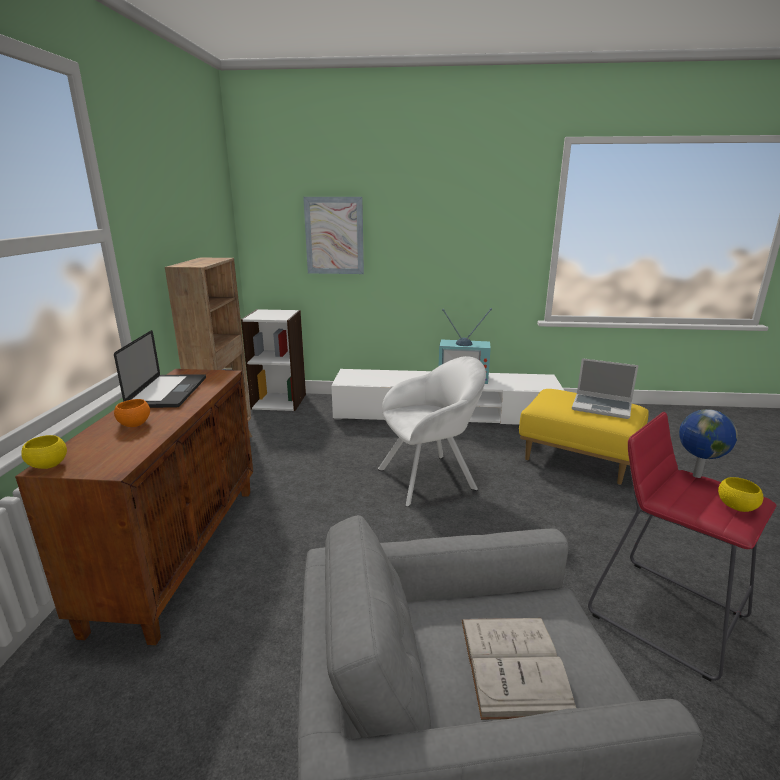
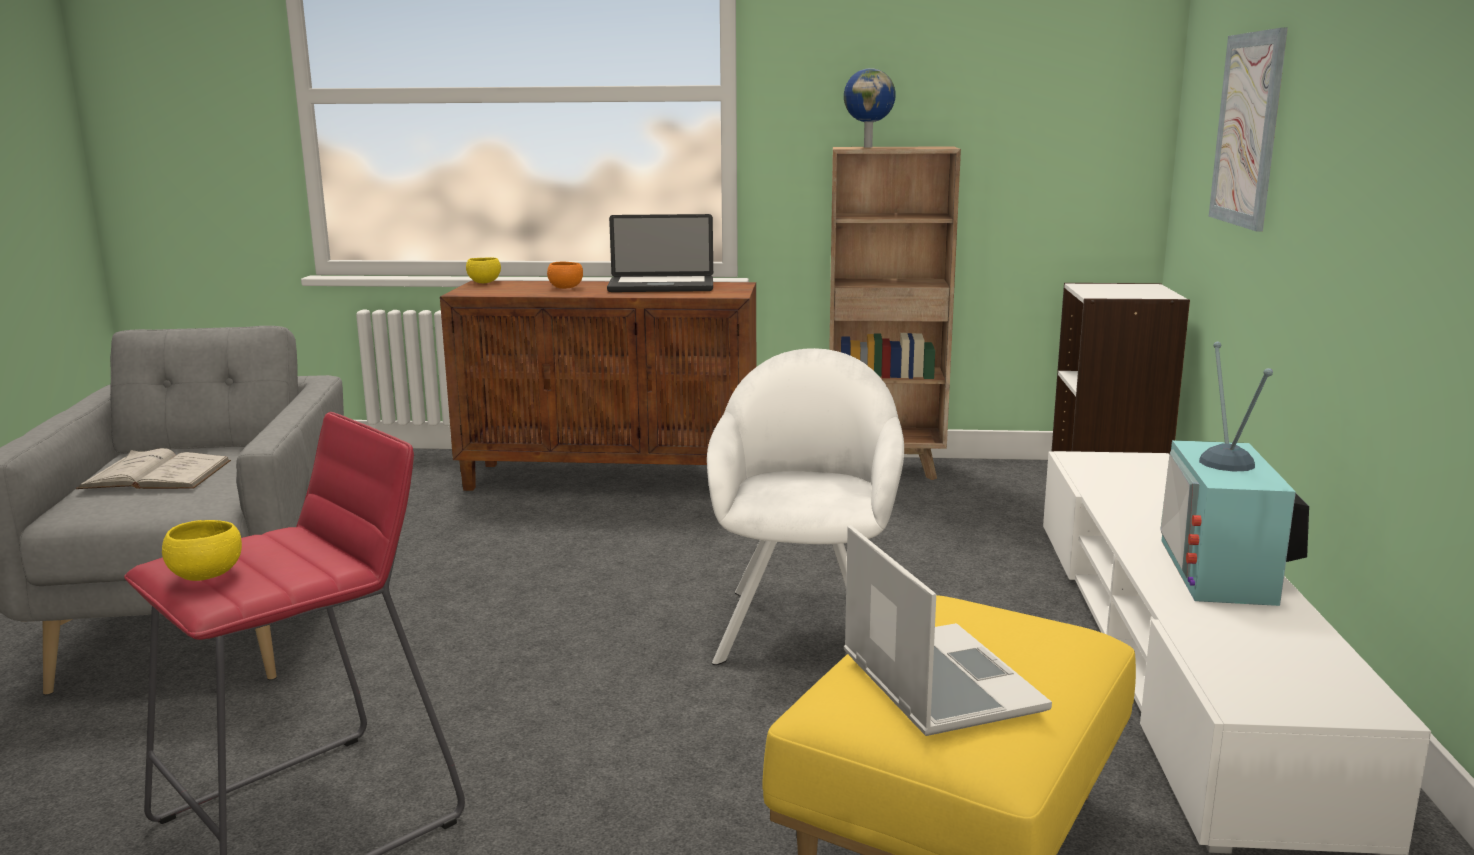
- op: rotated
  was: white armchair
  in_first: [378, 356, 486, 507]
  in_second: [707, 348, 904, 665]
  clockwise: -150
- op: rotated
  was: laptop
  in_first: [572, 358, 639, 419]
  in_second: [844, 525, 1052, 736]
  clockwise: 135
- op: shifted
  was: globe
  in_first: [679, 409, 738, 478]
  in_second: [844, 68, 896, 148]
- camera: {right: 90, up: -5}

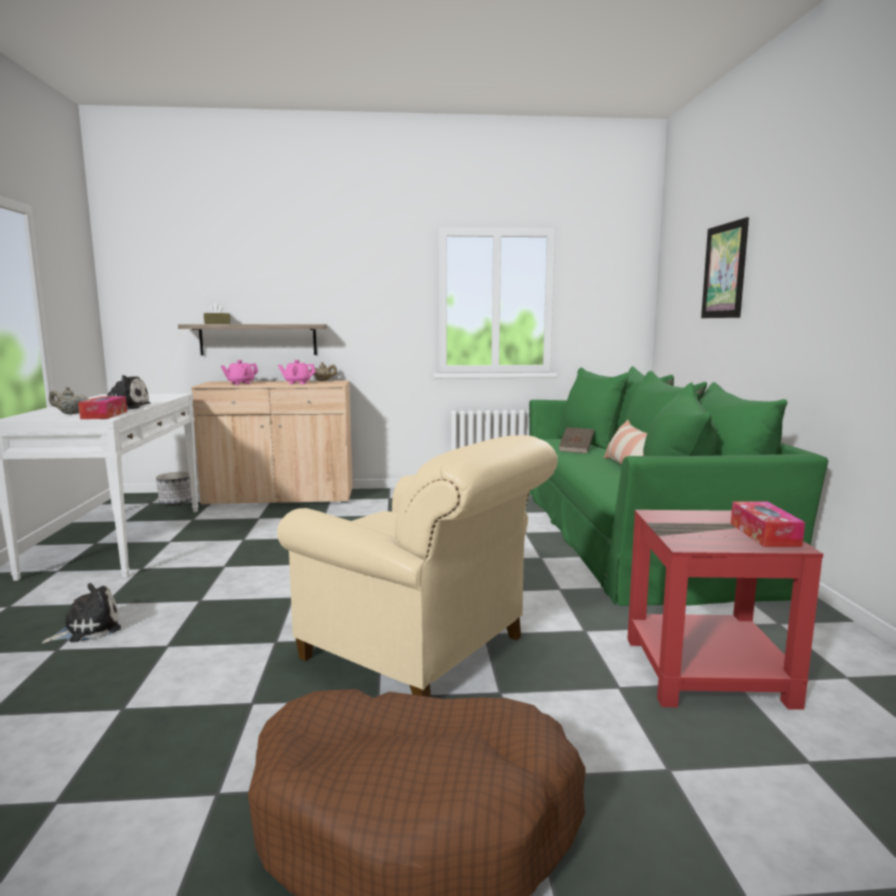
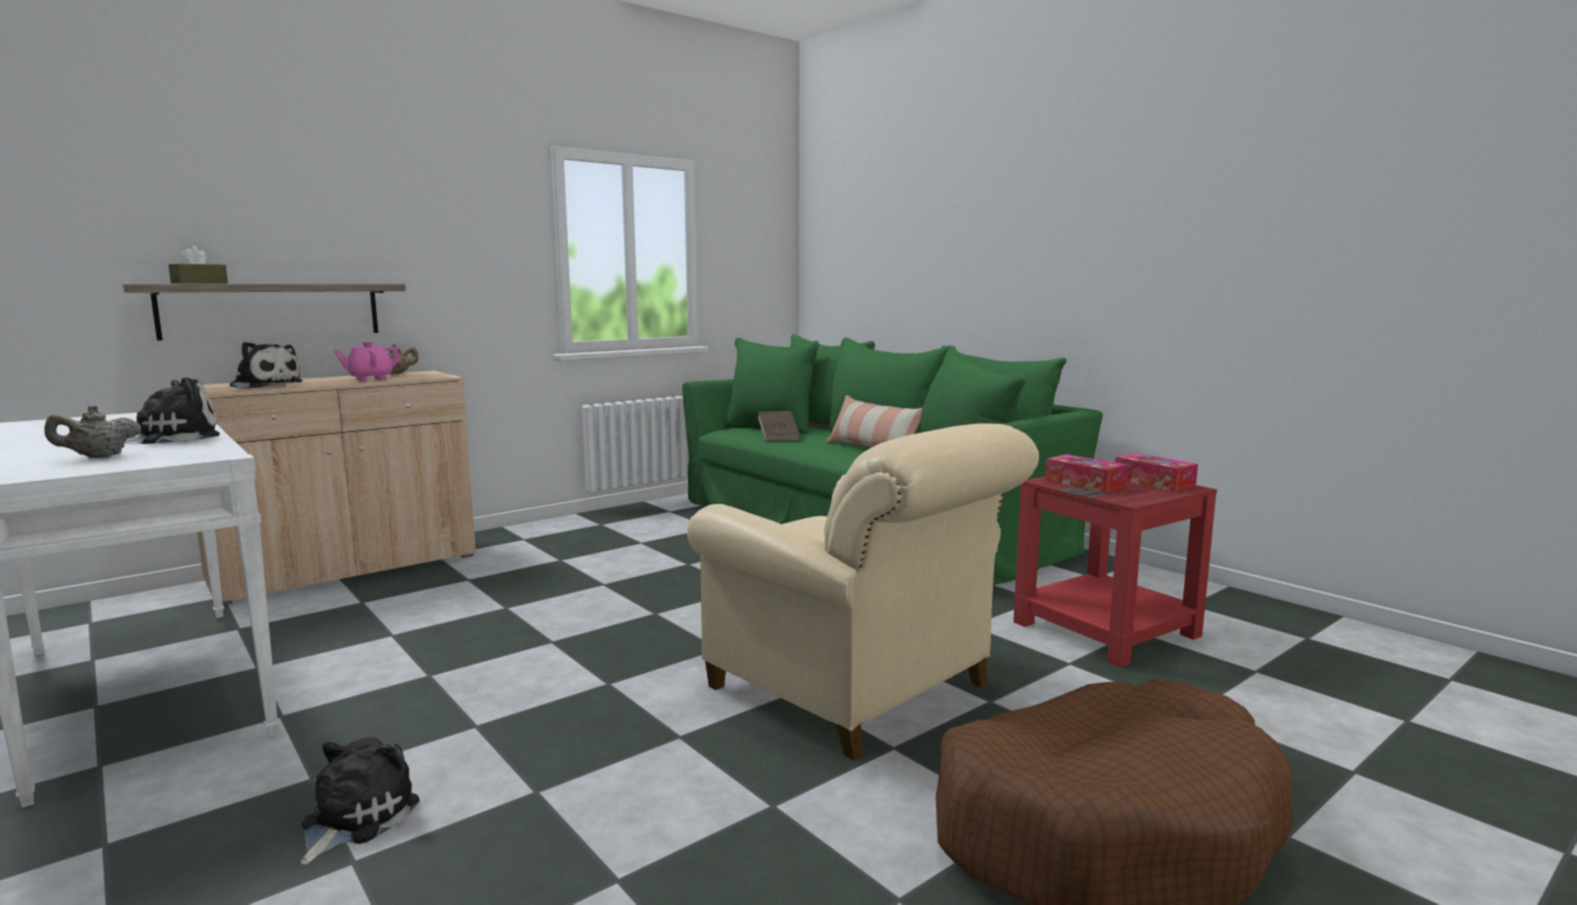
- op: gone
  was: picture
  in_first: [701, 217, 749, 318]
- op: swapped
  was: pink teapot
  now: plush toy
  in_first: [221, 360, 258, 385]
  in_second: [230, 342, 303, 389]
- op: shifted
  was: tissue box
  in_first: [78, 396, 127, 419]
  in_second: [1045, 454, 1127, 493]
- op: rotated
  was: beige armchair
  in_first: [277, 435, 558, 697]
  in_second: [687, 423, 1039, 760]
  clockwise: 45
- op: gone
  was: planter
  in_first: [156, 472, 192, 505]
- camera: {right: -35, up: 0}

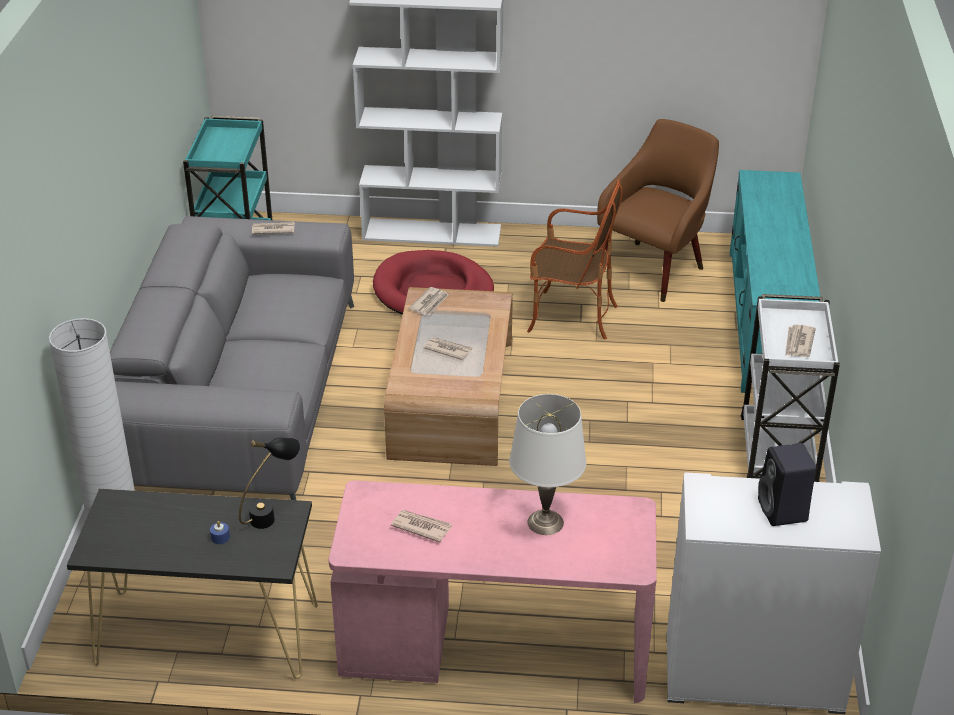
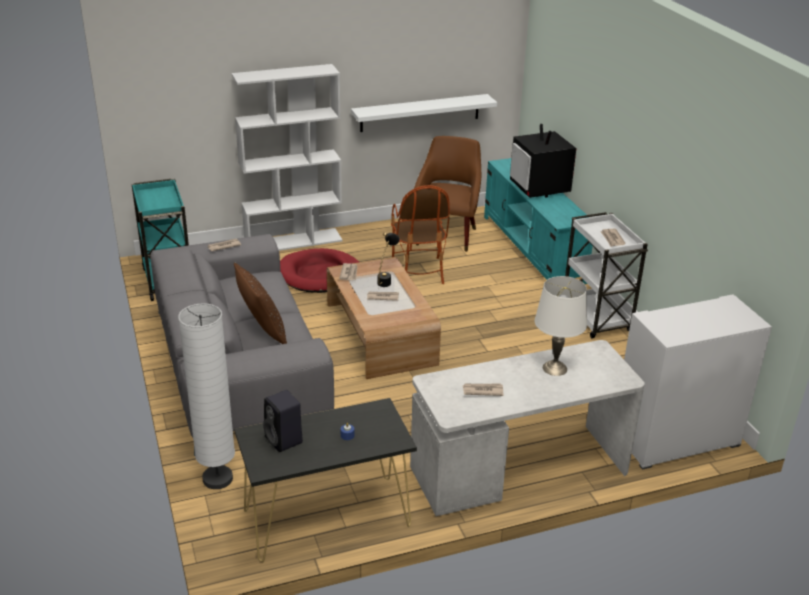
- op: rotated
  was: armchair
  in_first: [527, 179, 623, 339]
  in_second: [391, 185, 450, 284]
  clockwise: 90
- op: shifted
  was: black table lamp
  in_first: [239, 438, 300, 529]
  in_second: [377, 232, 400, 287]
- op: shifted
  was: black speaker
  in_first: [758, 443, 816, 526]
  in_second: [263, 390, 303, 452]
- op: repainted
  was: pink desk
  now: white desk
  in_first: [329, 480, 657, 703]
  in_second: [410, 340, 645, 516]
- op: new
  now: white shelf
  in_second: [351, 94, 497, 132]
- op: new
  now: television
  in_second: [510, 124, 576, 198]
- op: new
  now: brown pillow
  in_second: [234, 262, 287, 344]
- camera: {right: -25, up: -5}

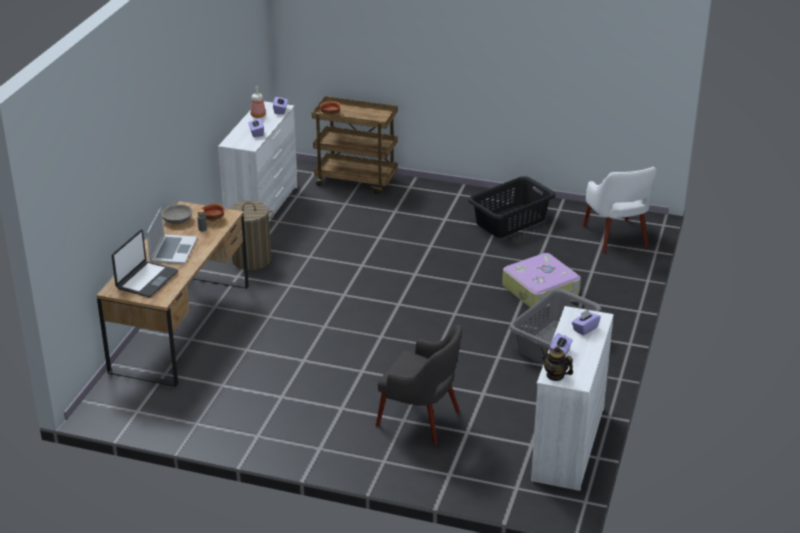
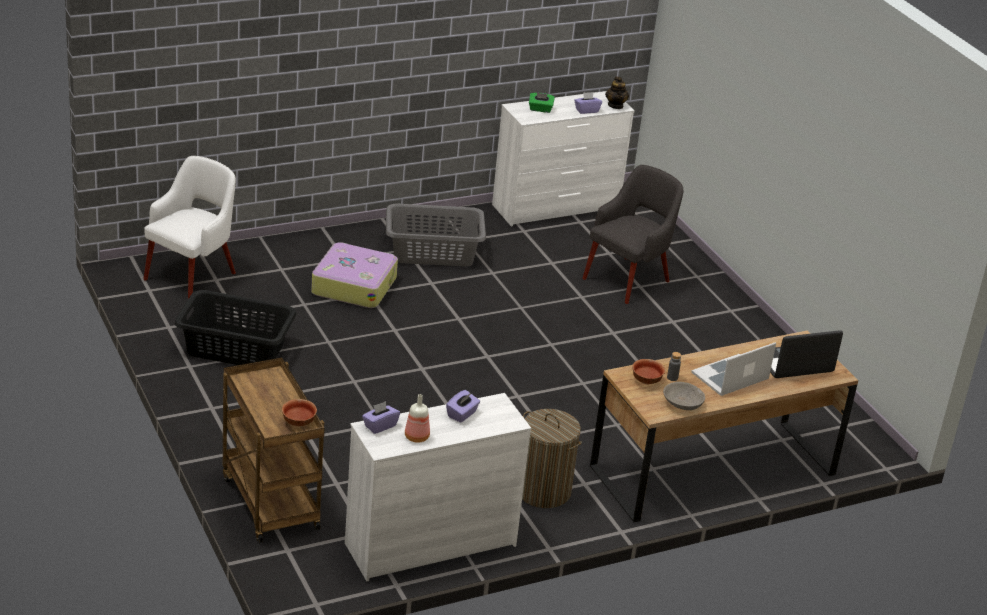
- op: repainted
  was: purple tissue box
  now: green tissue box
  in_first: [572, 309, 601, 335]
  in_second: [529, 93, 555, 113]
- op: rotated
  was: grey armchair
  in_first: [376, 325, 462, 445]
  in_second: [582, 165, 684, 304]
  clockwise: 60
- camera: {right: -135, up: 0}

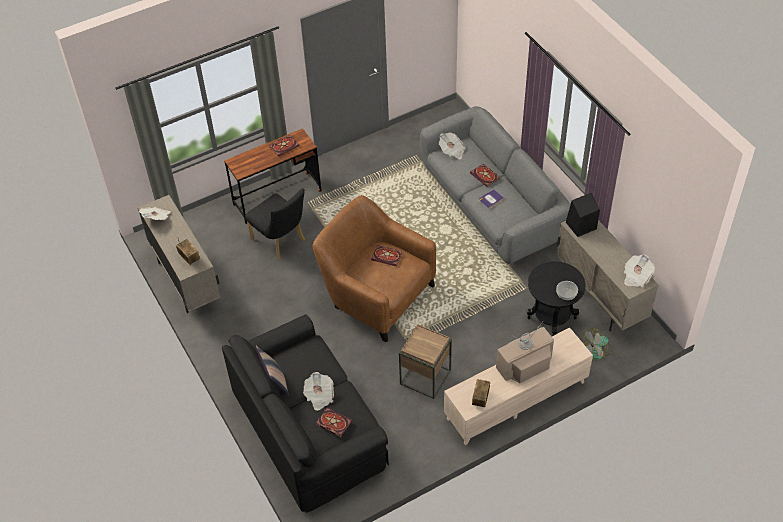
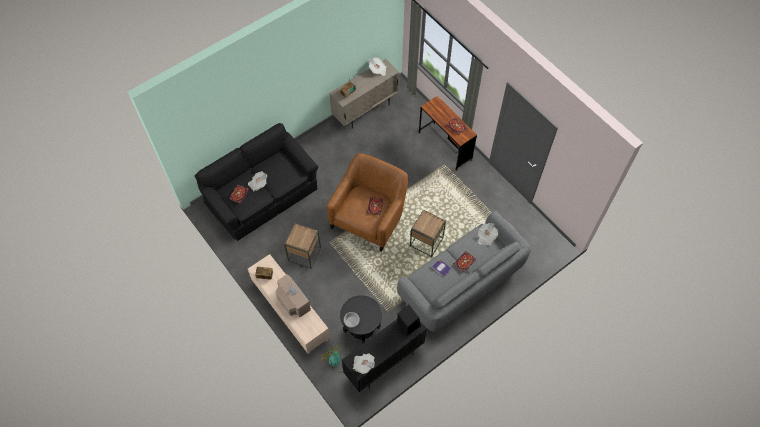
- op: gone
  was: black chair
  in_first: [245, 188, 305, 259]
- op: repainted
  was: beige cabinet
  now: black cabinet
  in_first: [556, 220, 659, 331]
  in_second: [342, 319, 426, 392]
- op: gone
  was: pillow
  in_first: [256, 346, 289, 396]
- op: new
  now: brown side table
  in_second: [410, 210, 446, 257]
- camera: {right: 80, up: 10}

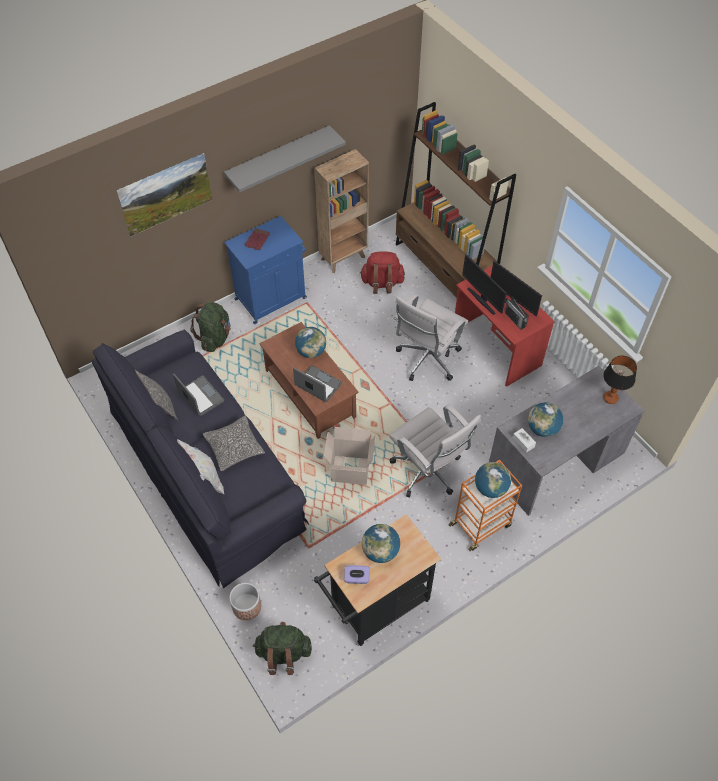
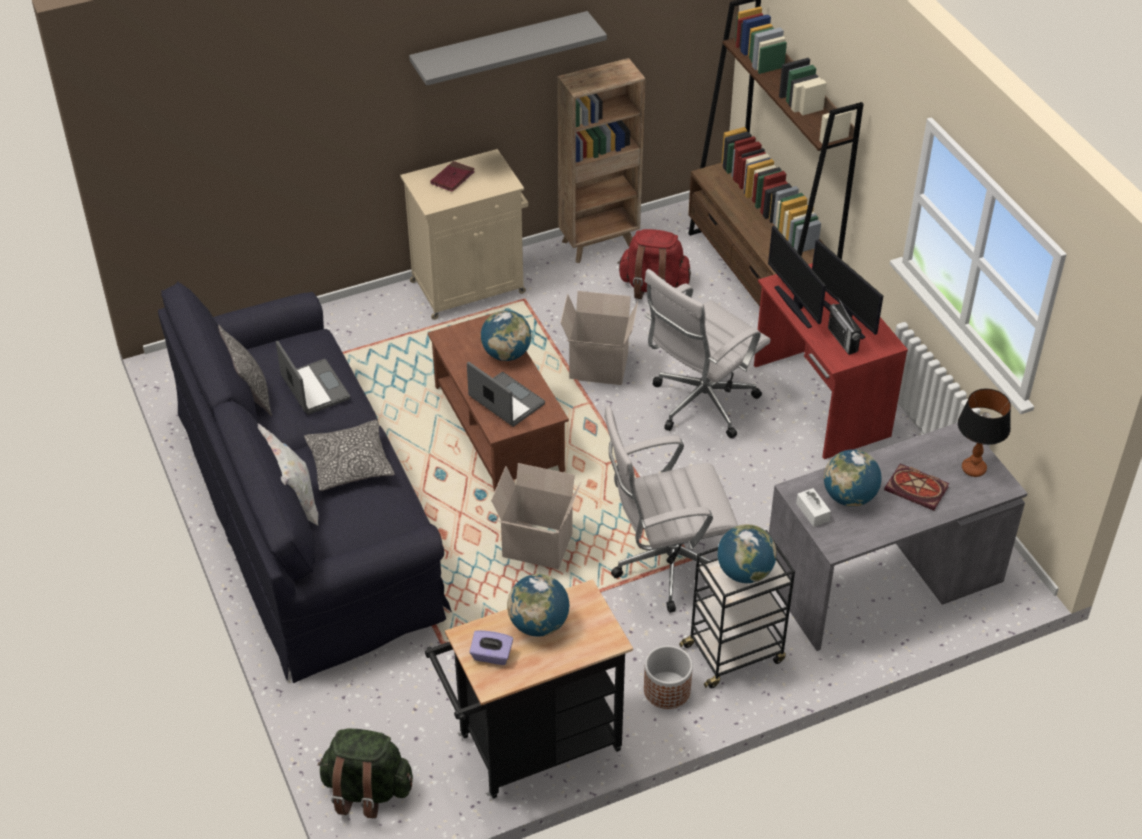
- op: gone
  was: picture
  in_first: [117, 153, 212, 237]
- op: repainted
  was: blue cabinet
  now: beige cabinet
  in_first: [224, 216, 307, 324]
  in_second: [400, 149, 528, 320]
- op: gone
  was: green backpack
  in_first: [190, 302, 231, 352]
- op: rotated
  was: white office chair
  in_first: [389, 404, 481, 497]
  in_second: [604, 406, 738, 613]
  clockwise: 105
- op: repainted
  was: orange cart
  now: black cart
  in_first: [448, 460, 522, 551]
  in_second: [679, 530, 795, 688]
- op: shifted
  was: planter
  in_first: [229, 583, 261, 620]
  in_second: [644, 645, 693, 709]
- op: new
  now: cardboard box
  in_second: [560, 291, 638, 385]
- op: new
  now: book
  in_second: [884, 463, 949, 511]
- camera: {right: 10, up: -10}

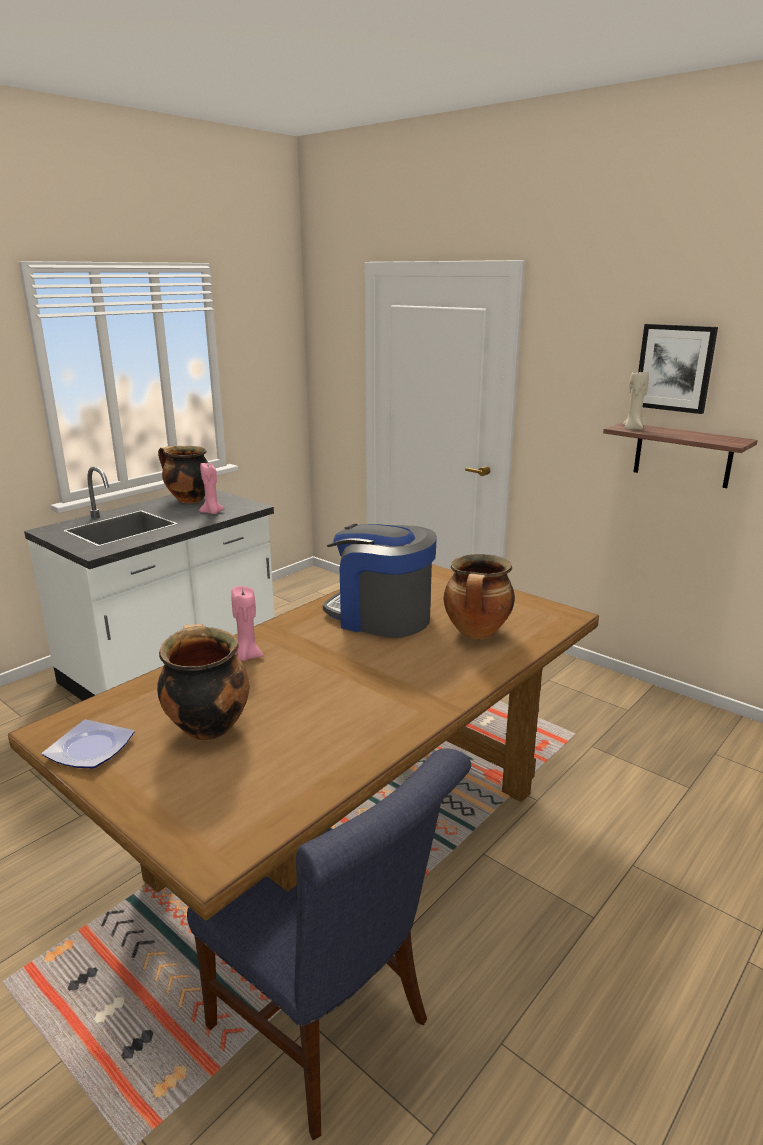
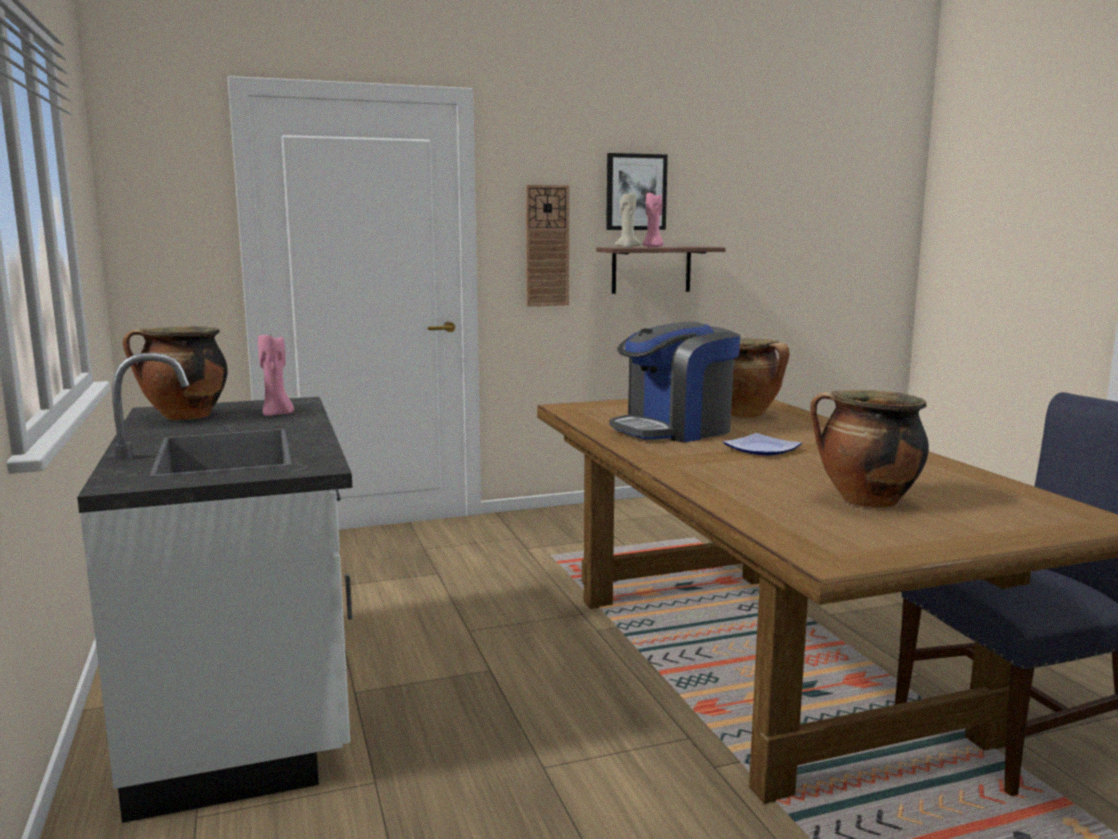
- op: shifted
  was: pink candle
  in_first: [231, 586, 264, 661]
  in_second: [642, 193, 663, 247]
- op: shifted
  was: plate
  in_first: [42, 719, 134, 768]
  in_second: [723, 433, 802, 456]
- op: new
  now: wall clock
  in_second: [526, 185, 569, 307]
- camera: {right: -60, up: -10}

